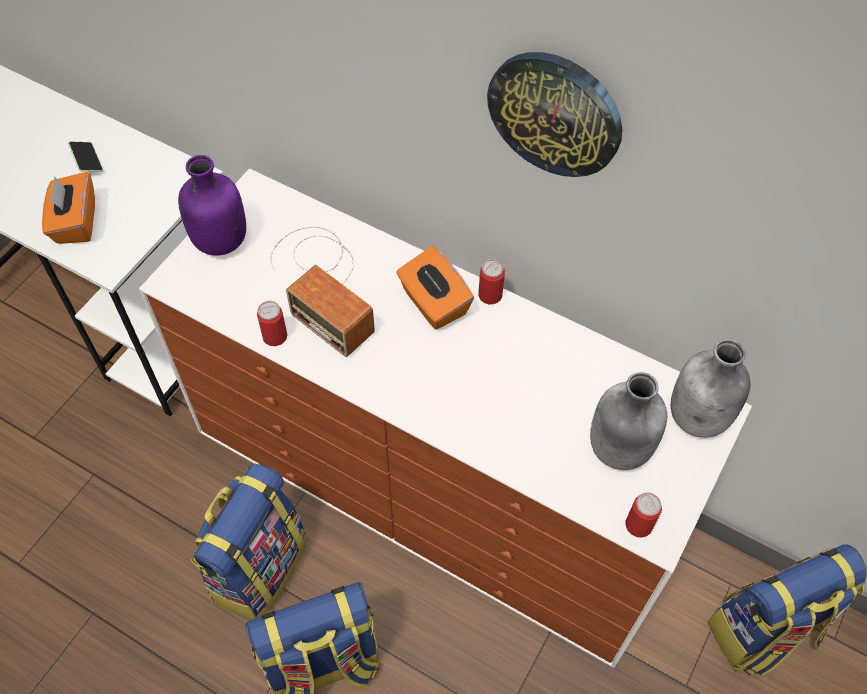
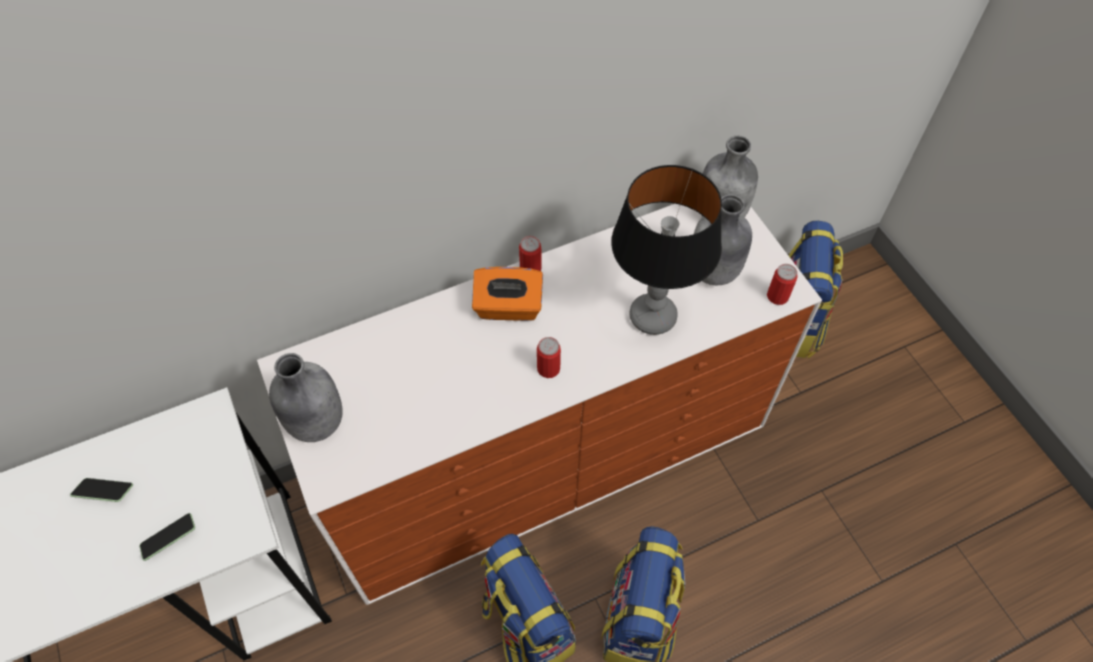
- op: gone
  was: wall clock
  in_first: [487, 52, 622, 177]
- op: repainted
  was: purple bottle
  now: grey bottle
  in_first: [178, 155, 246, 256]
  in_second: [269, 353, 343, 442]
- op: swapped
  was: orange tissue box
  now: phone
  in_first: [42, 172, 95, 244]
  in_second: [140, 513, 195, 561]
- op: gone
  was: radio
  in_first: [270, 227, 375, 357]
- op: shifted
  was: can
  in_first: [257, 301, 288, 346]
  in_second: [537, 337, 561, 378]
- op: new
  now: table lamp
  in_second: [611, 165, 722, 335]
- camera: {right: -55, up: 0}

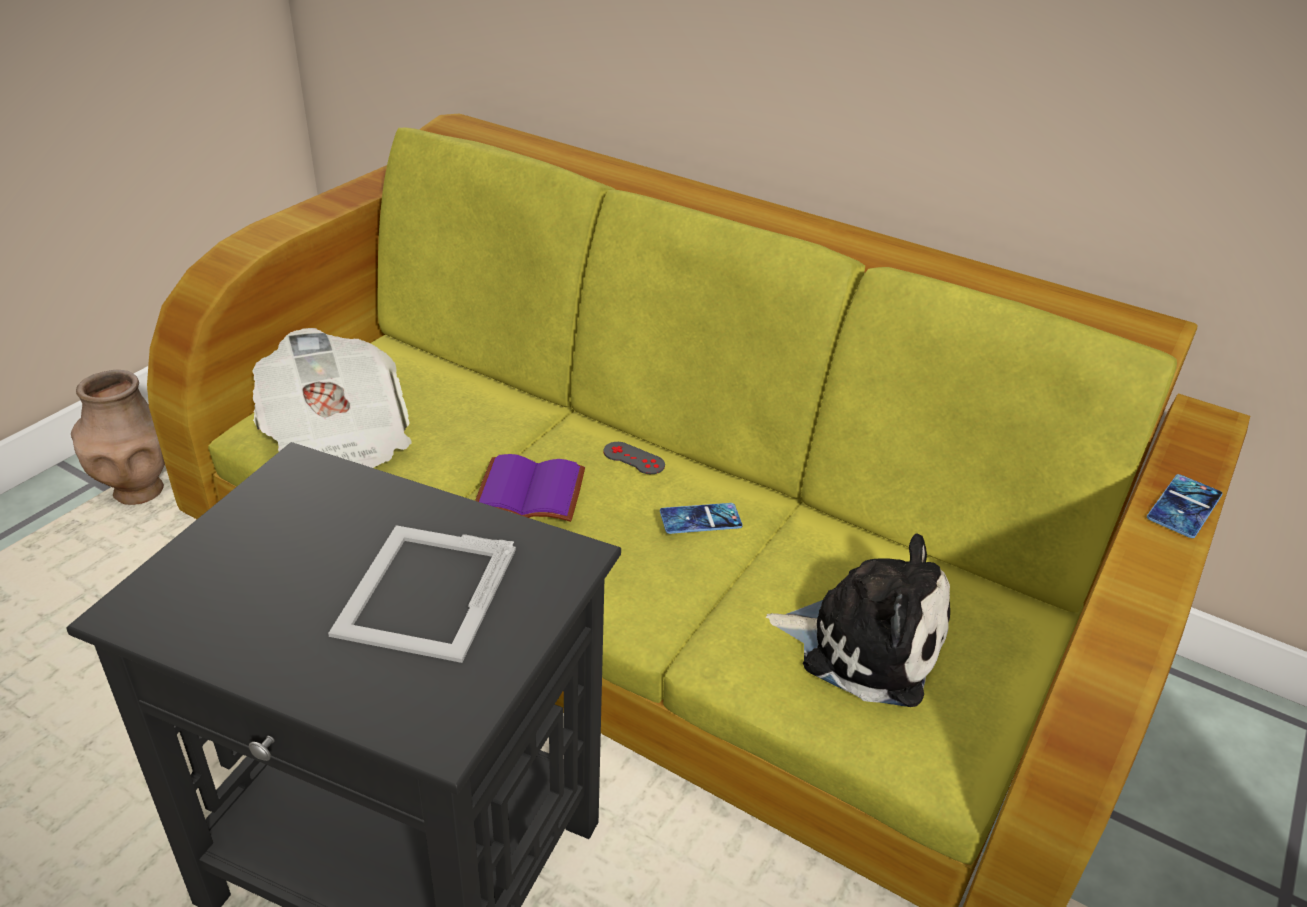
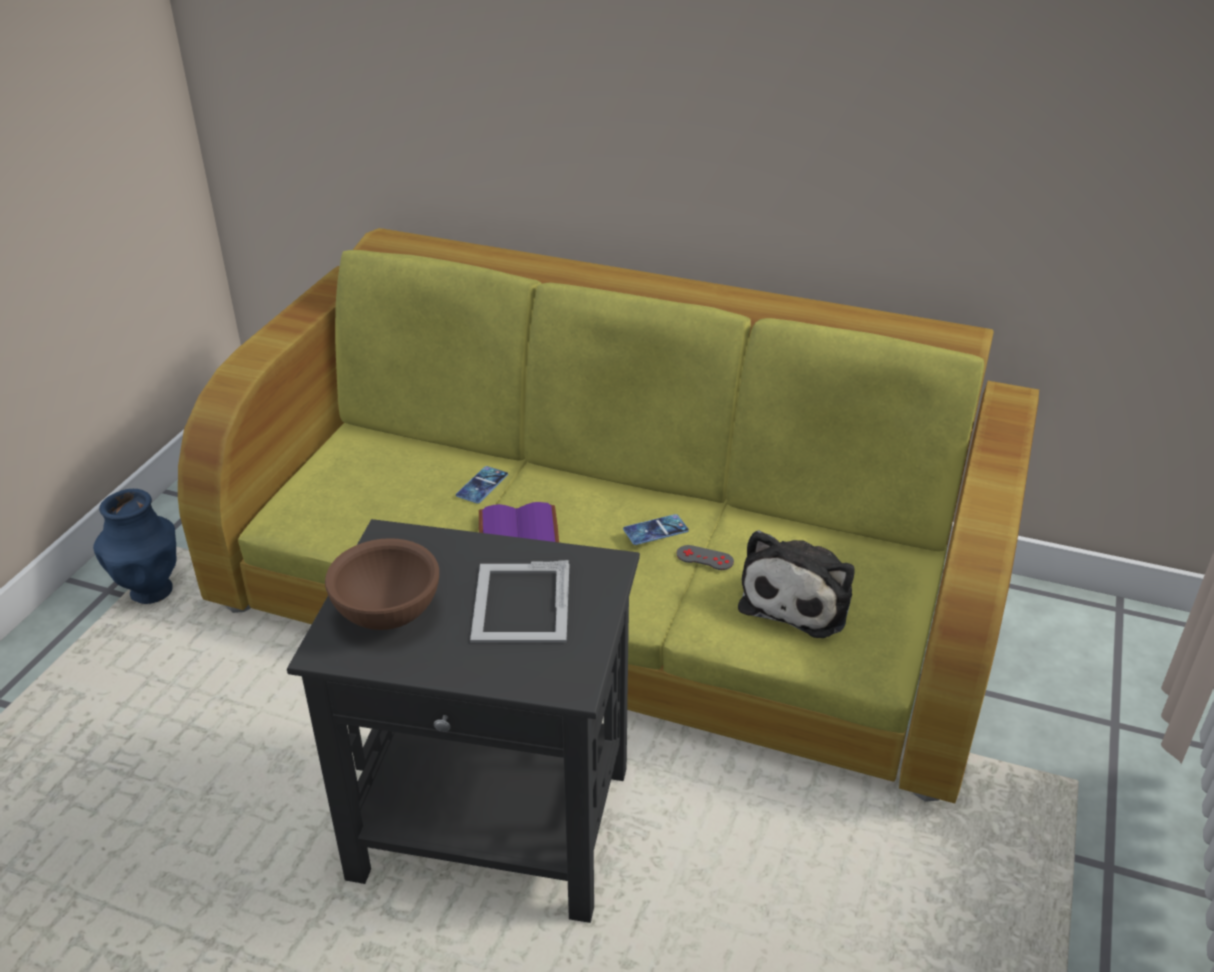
- op: gone
  was: newspaper
  in_first: [253, 328, 411, 468]
- op: repainted
  was: brown vase
  now: blue vase
  in_first: [71, 370, 165, 505]
  in_second: [93, 489, 176, 604]
- op: shifted
  was: grey game controller
  in_first: [603, 442, 665, 474]
  in_second: [676, 545, 734, 570]
- op: shifted
  was: phone
  in_first: [1147, 474, 1223, 538]
  in_second: [456, 466, 508, 504]
- op: rotated
  was: plush toy
  in_first: [766, 533, 950, 707]
  in_second: [738, 530, 855, 638]
  clockwise: 105
- op: new
  now: brown bowl
  in_second: [325, 538, 439, 630]
- camera: {right: -10, up: 0}

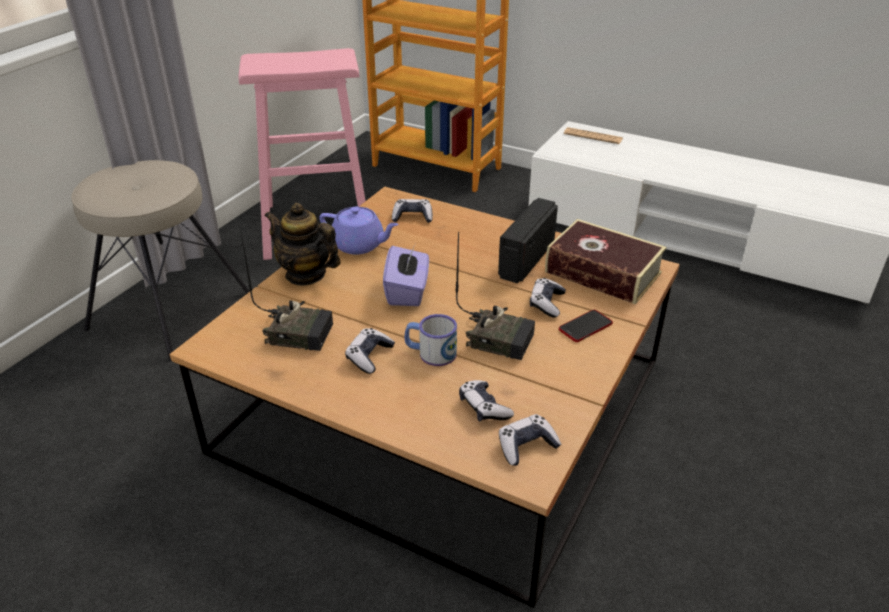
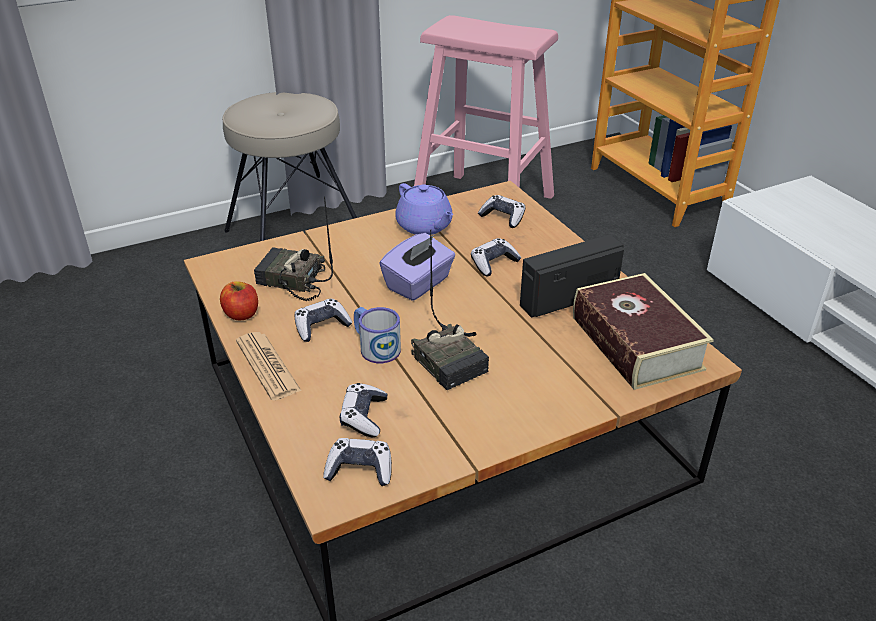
- op: shifted
  was: newspaper
  in_first: [564, 127, 623, 144]
  in_second: [236, 332, 302, 401]
- op: gone
  was: teapot
  in_first: [264, 203, 341, 286]
- op: rotated
  was: radio
  in_first: [241, 231, 333, 351]
  in_second: [254, 196, 333, 301]
  clockwise: 150
- op: shifted
  was: game controller
  in_first: [530, 278, 566, 317]
  in_second: [471, 238, 521, 276]
- op: gone
  was: phone
  in_first: [559, 310, 613, 342]
- op: new
  now: apple
  in_second: [220, 281, 258, 320]
- camera: {right: 35, up: 0}

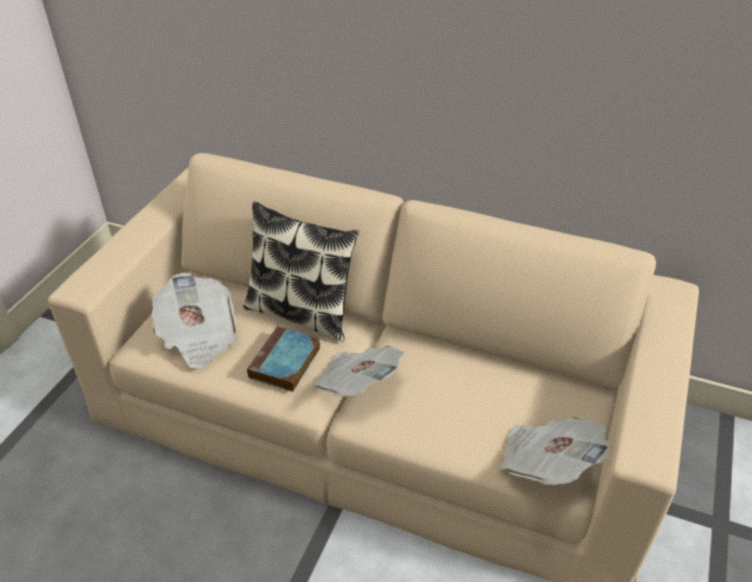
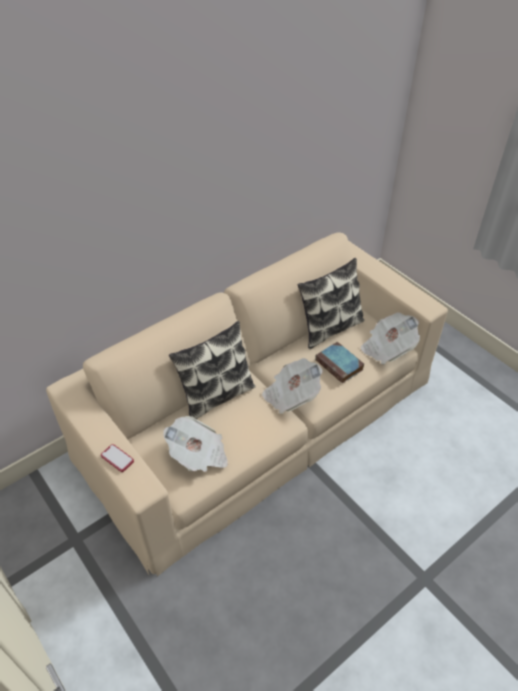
- op: shifted
  was: book
  in_first: [247, 326, 320, 392]
  in_second: [315, 342, 364, 384]
- op: new
  now: pillow
  in_second: [298, 258, 365, 349]
- op: new
  now: phone
  in_second: [101, 444, 134, 472]
- camera: {right: -60, up: 5}

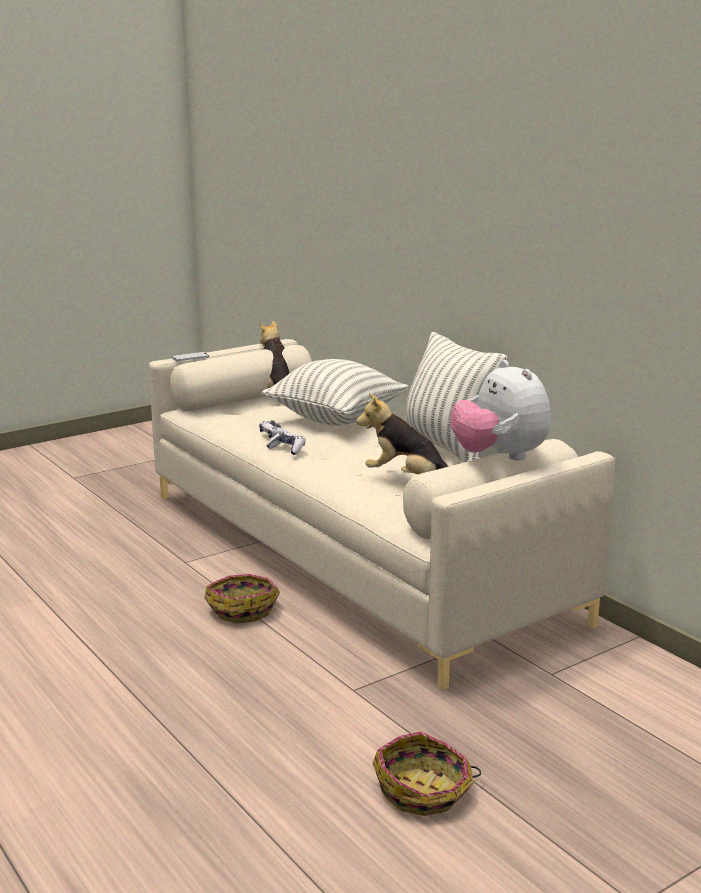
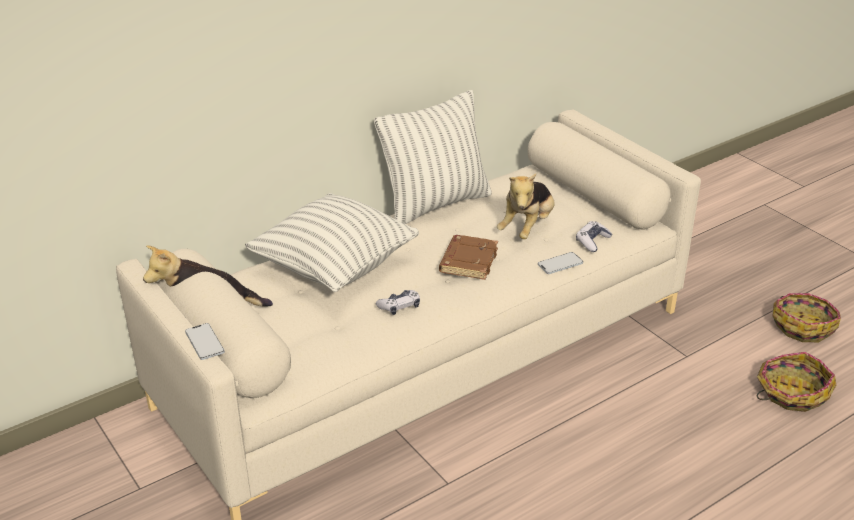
- op: gone
  was: plush toy
  in_first: [450, 360, 551, 460]
- op: shifted
  was: game controller
  in_first: [266, 432, 306, 455]
  in_second: [576, 221, 612, 252]
- op: shifted
  was: basket
  in_first: [205, 574, 280, 623]
  in_second: [757, 352, 836, 412]
- op: new
  now: brown book
  in_second: [439, 235, 498, 280]
- op: new
  now: phone
  in_second: [538, 252, 583, 274]
- camera: {right: -90, up: 15}

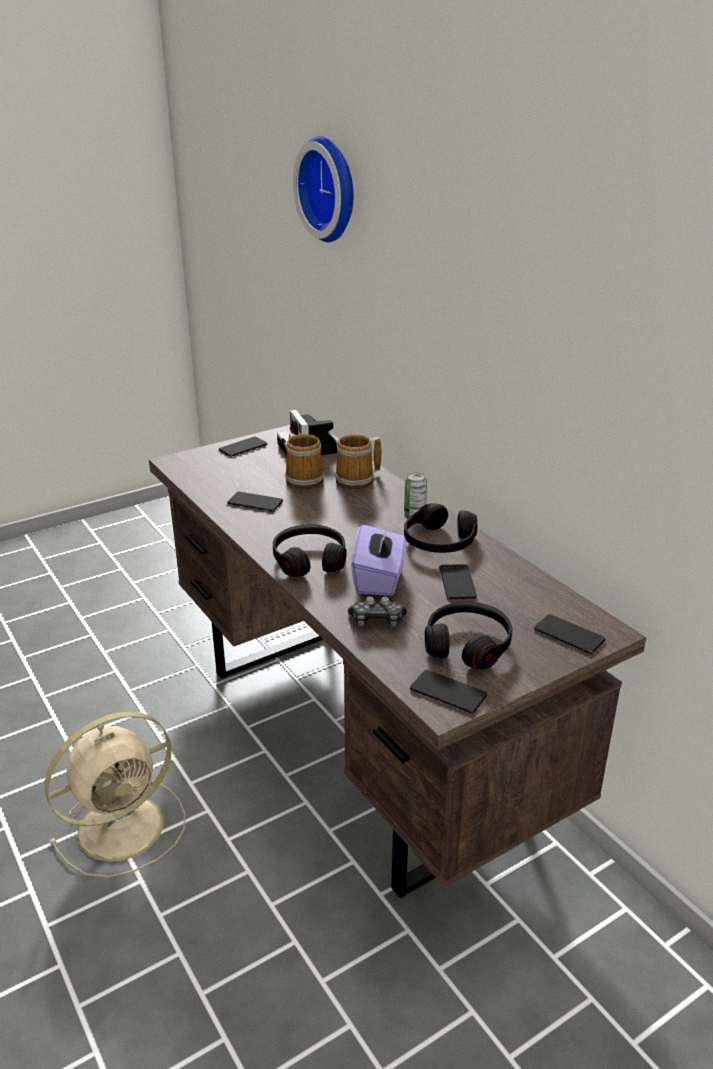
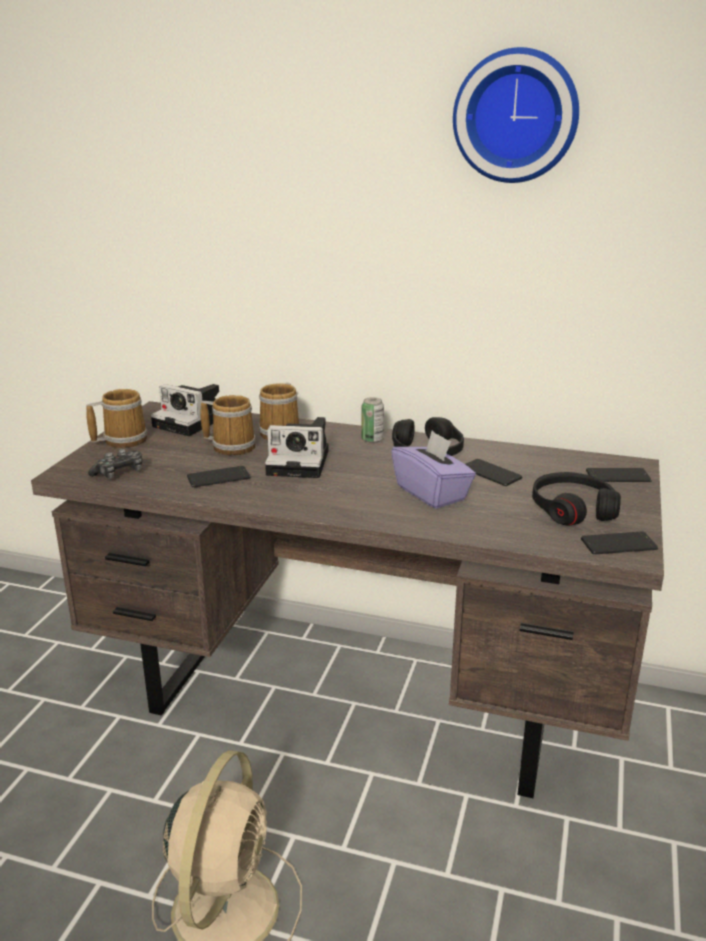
- op: shifted
  was: wall clock
  in_first: [293, 136, 354, 242]
  in_second: [453, 47, 579, 183]
- op: swapped
  was: phone
  now: mug
  in_first: [219, 437, 268, 457]
  in_second: [86, 389, 147, 448]
- op: gone
  was: black headphones
  in_first: [273, 524, 347, 577]
- op: shifted
  was: game controller
  in_first: [348, 597, 407, 627]
  in_second: [88, 449, 142, 479]
- op: new
  now: photo camera
  in_second: [265, 417, 328, 478]
- camera: {right: -40, up: -5}

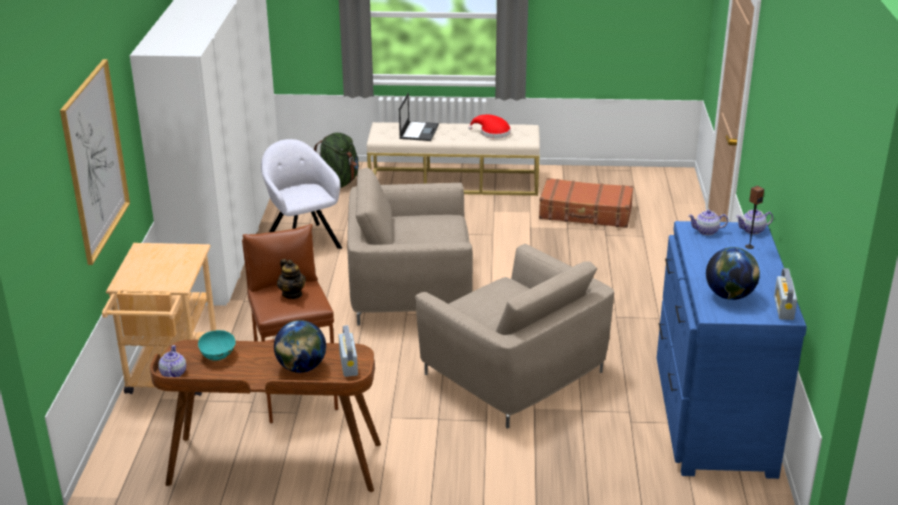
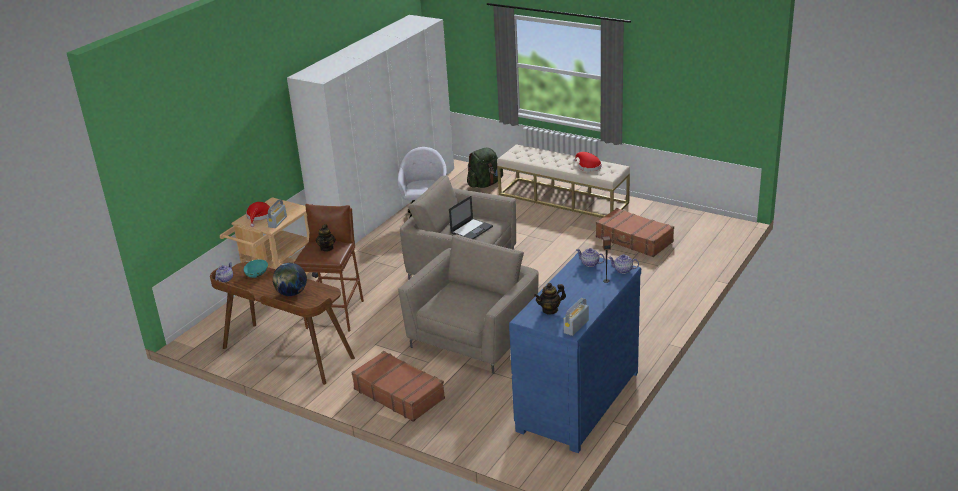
- op: gone
  was: picture
  in_first: [60, 59, 130, 265]
- op: shifted
  was: laptop
  in_first: [399, 93, 439, 141]
  in_second: [449, 196, 493, 239]
- op: rotated
  was: beige armchair
  in_first: [415, 244, 614, 429]
  in_second: [398, 235, 539, 374]
  clockwise: -135
- op: swapped
  was: globe
  now: teapot
  in_first: [706, 247, 760, 300]
  in_second: [534, 283, 566, 315]
- op: shifted
  was: radio
  in_first: [339, 325, 358, 377]
  in_second: [266, 199, 287, 228]
- op: new
  now: red hat
  in_second: [246, 202, 270, 227]
- op: new
  now: brown suitcase
  in_second: [351, 351, 445, 422]
- camera: {right: 30, up: 0}

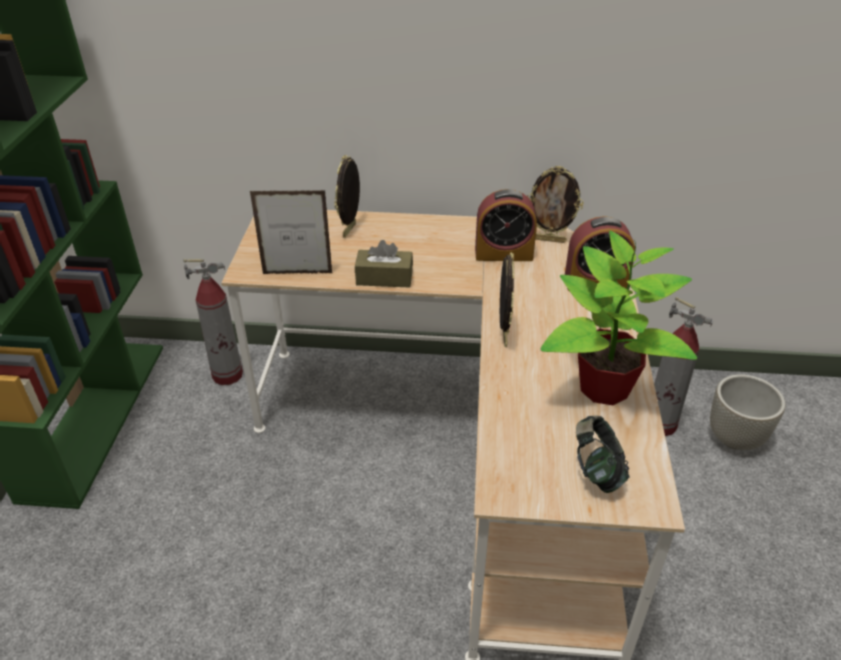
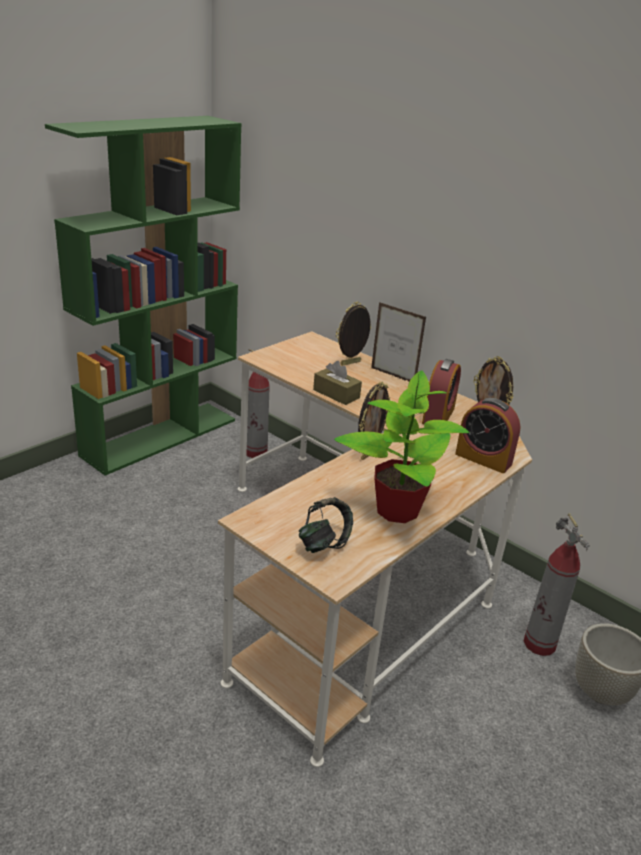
- op: rotated
  was: alarm clock
  in_first: [475, 189, 537, 261]
  in_second: [422, 359, 461, 424]
  clockwise: -105
- op: shifted
  was: picture frame
  in_first: [250, 190, 332, 274]
  in_second: [371, 302, 426, 382]
- camera: {right: 35, up: -10}

